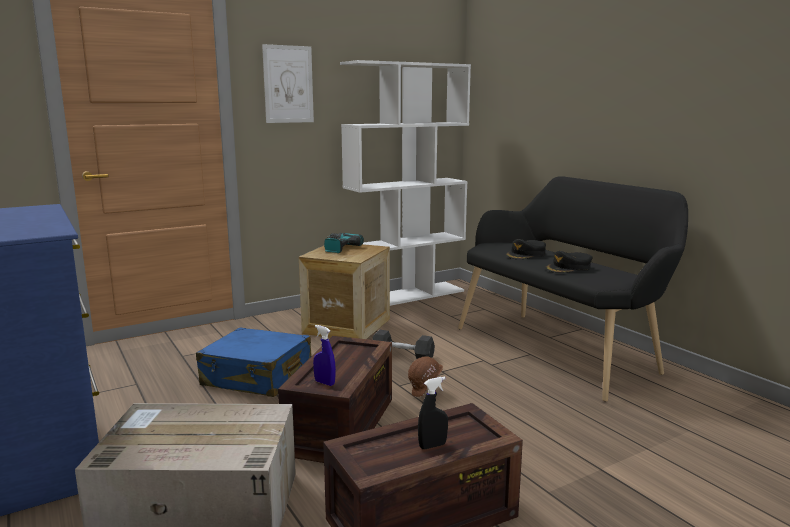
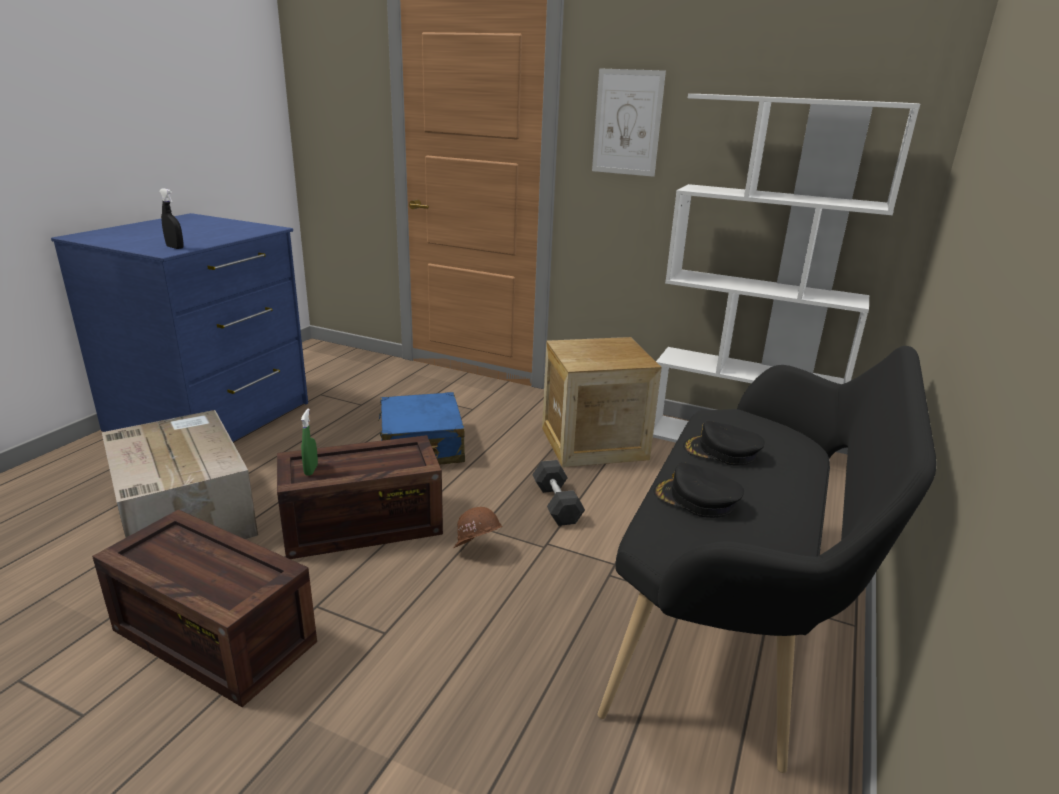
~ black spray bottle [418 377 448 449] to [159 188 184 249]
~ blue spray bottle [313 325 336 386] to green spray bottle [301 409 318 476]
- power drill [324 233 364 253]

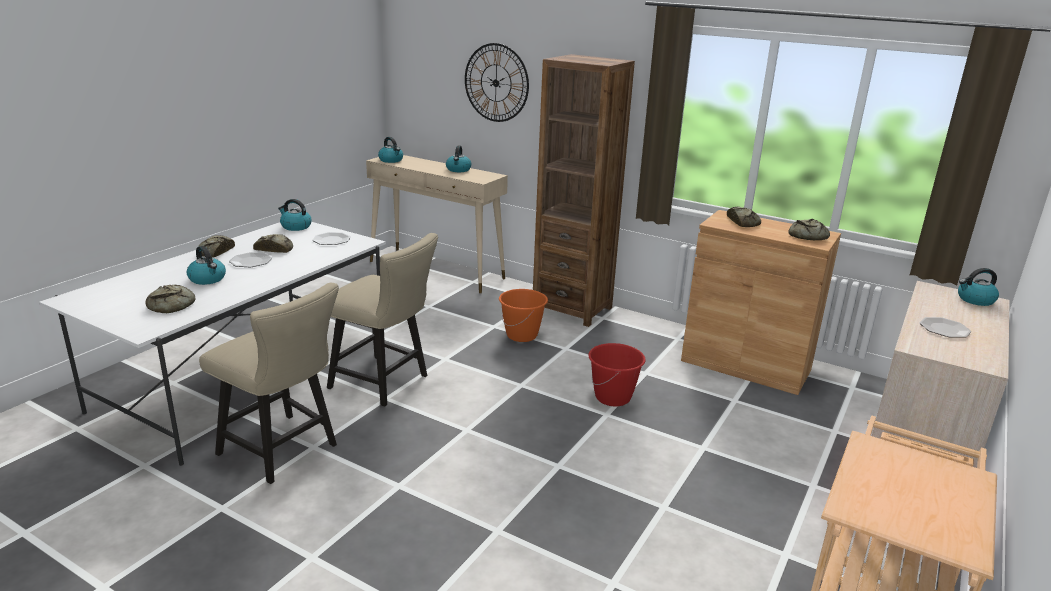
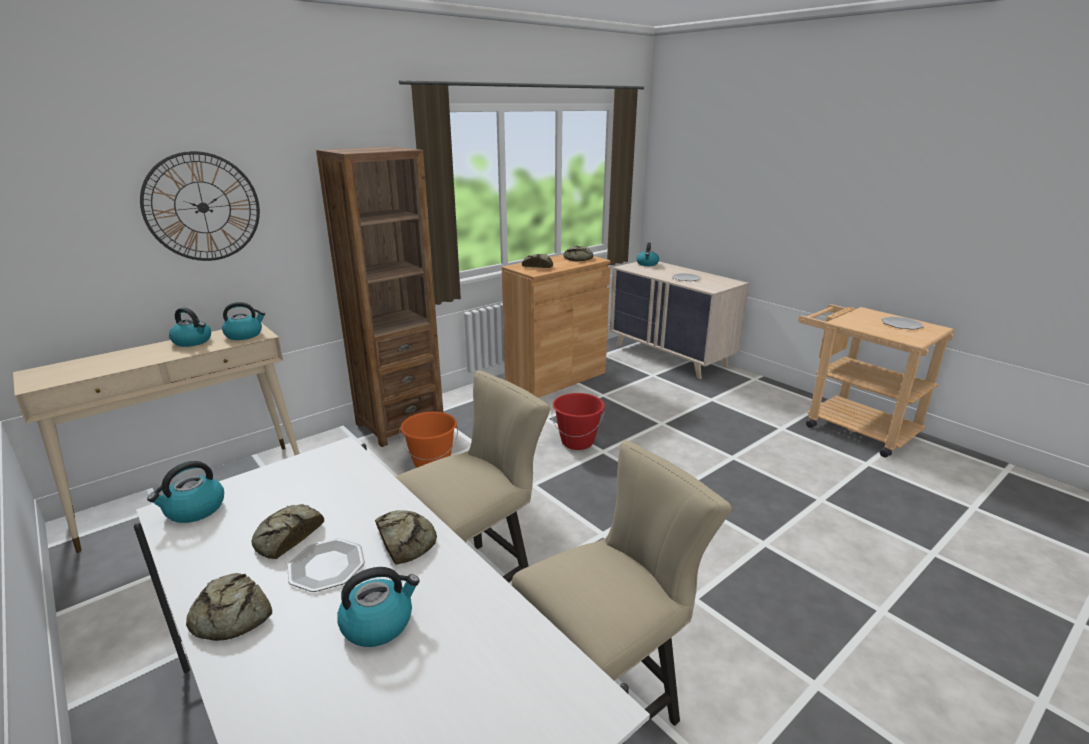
~ kettle [378 137 403 163] to [222 302 265 340]
~ bread [145 285 196 313] to [375 510 437 565]
~ plate [312 232 351 245] to [882 316 923 330]

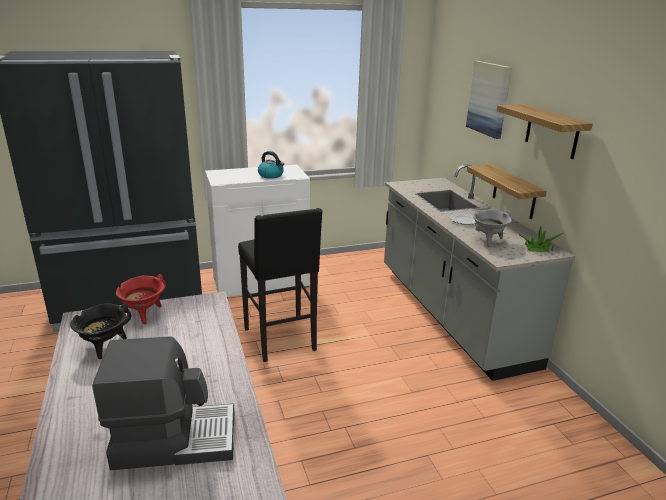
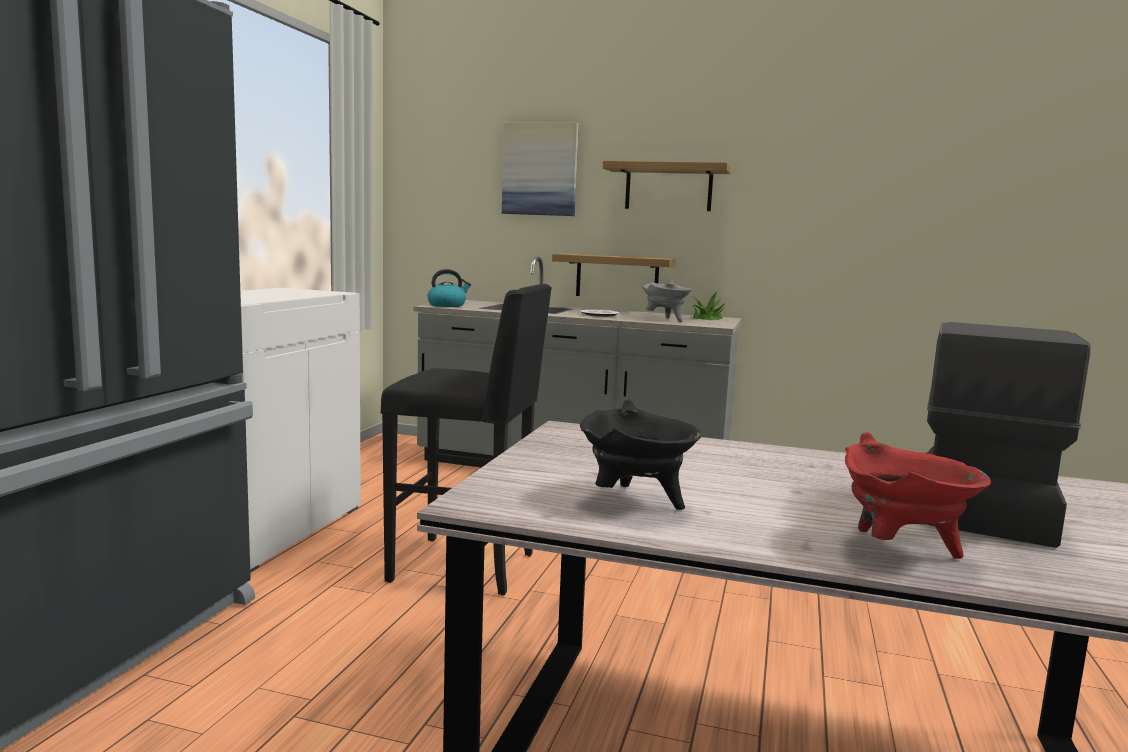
~ kettle [258 151 284 179] to [427 269 471 307]
~ red cooking pot [116 274 166 324] to [845 432 991 559]

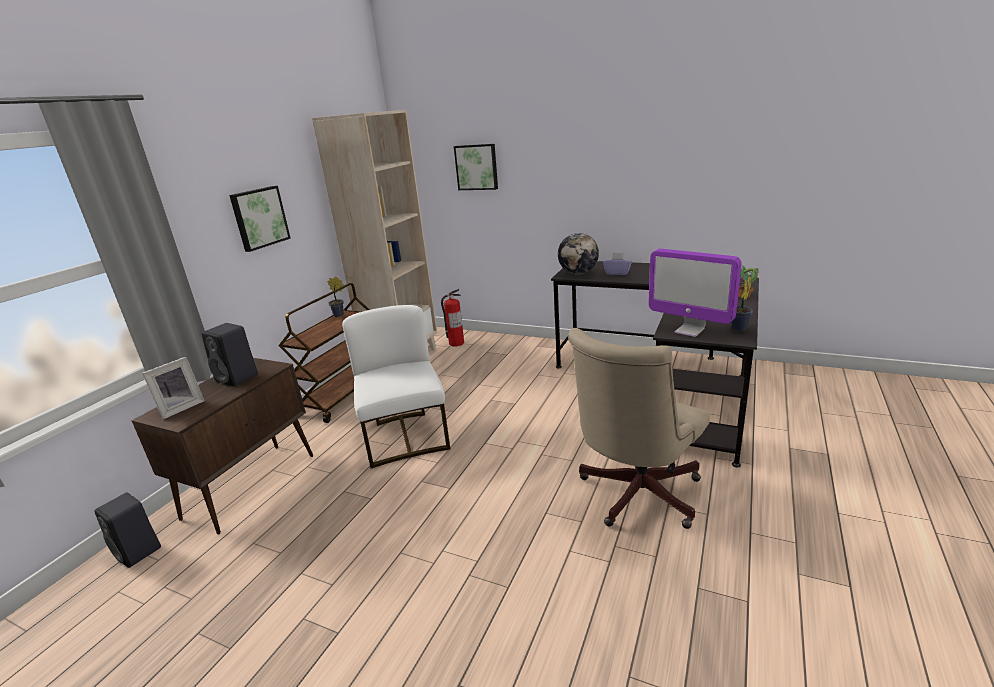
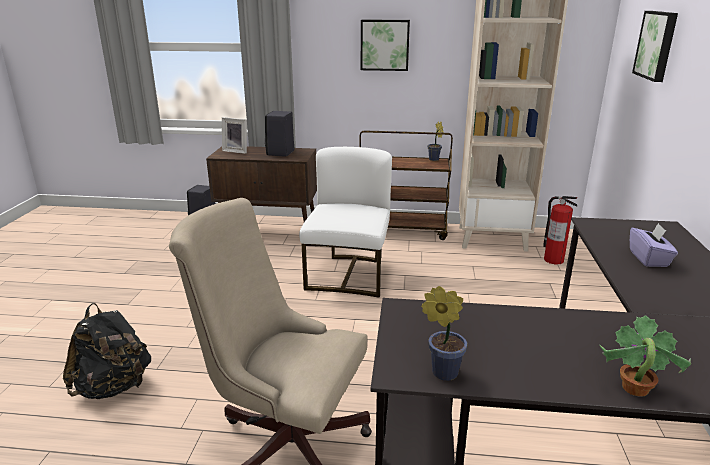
+ black backpack [63 303 151 399]
~ white chair [342 305 450 468] = [299 147 392 298] 45 degrees counterclockwise
- globe [558 233 599 274]
- monitor [649 249 742 337]

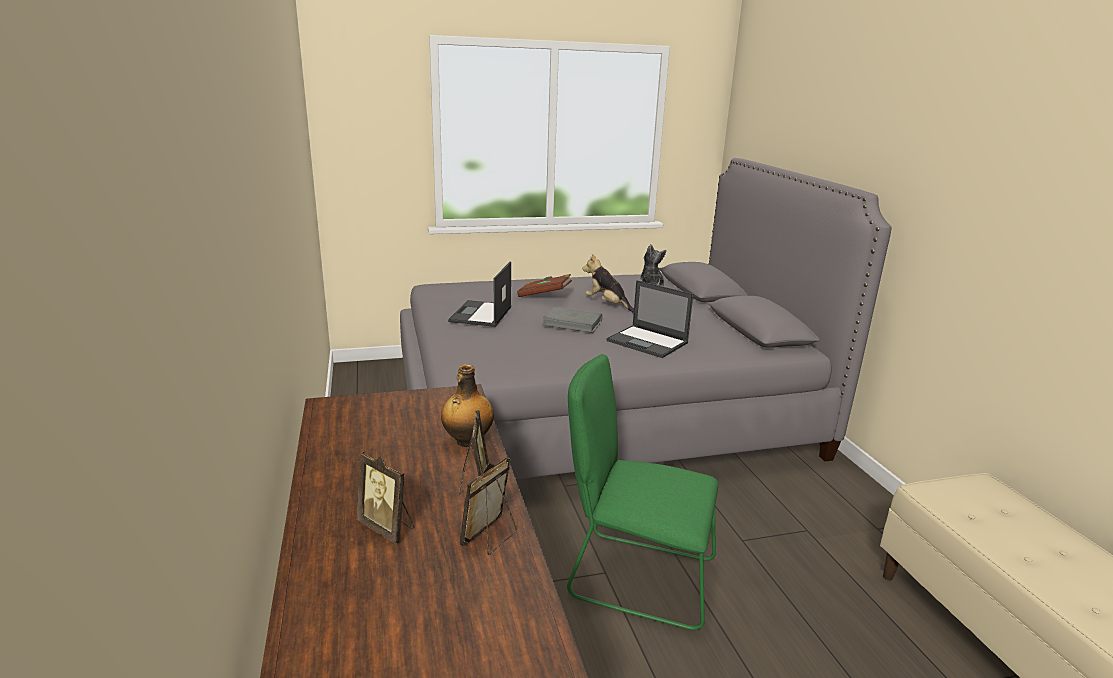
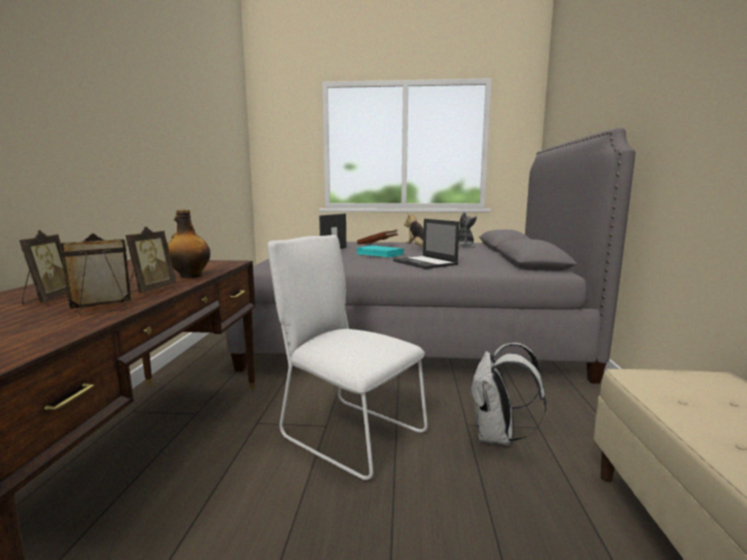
~ picture frame [357 452 414 544] = [19 230 67 304] 150 degrees counterclockwise
~ green chair [567 354 719 630] to white chair [267 235 428 480]
~ grey book [542 307 602 333] to turquoise book [357 245 404 258]
+ white backpack [470 343 546 446]

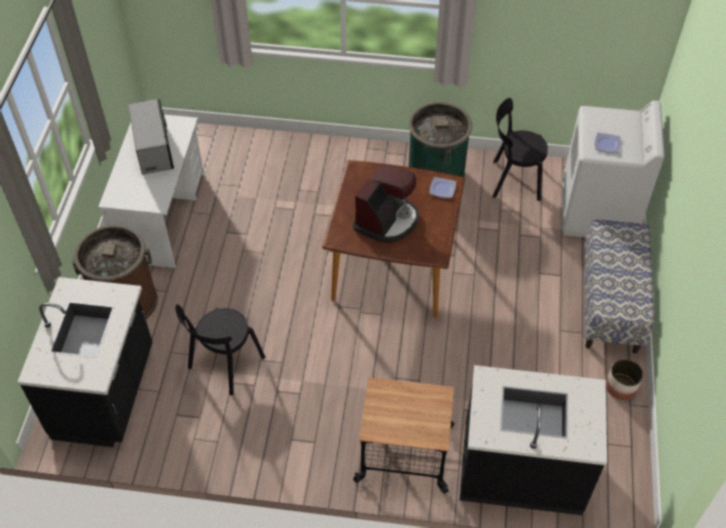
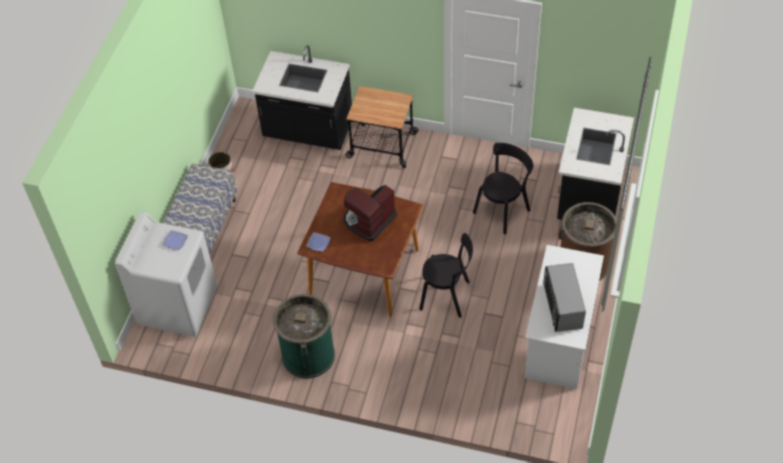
~ black chair [492 98 548 201] to [419 233 473 318]

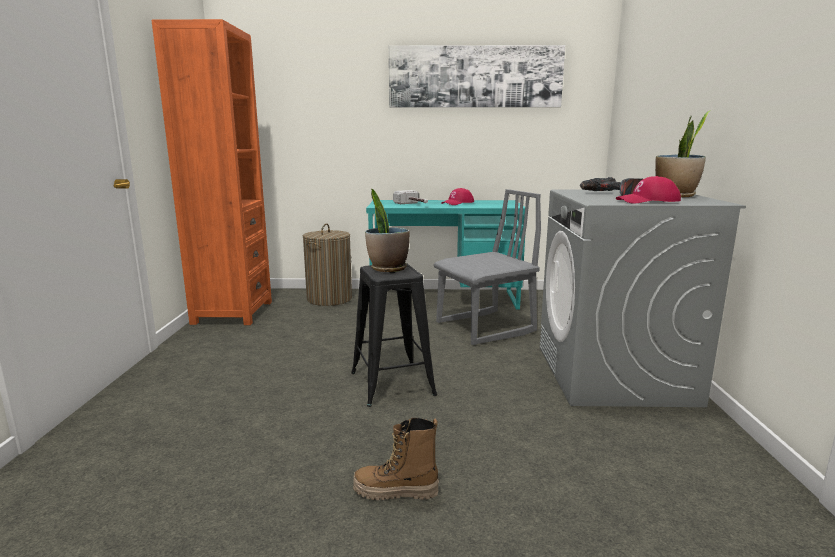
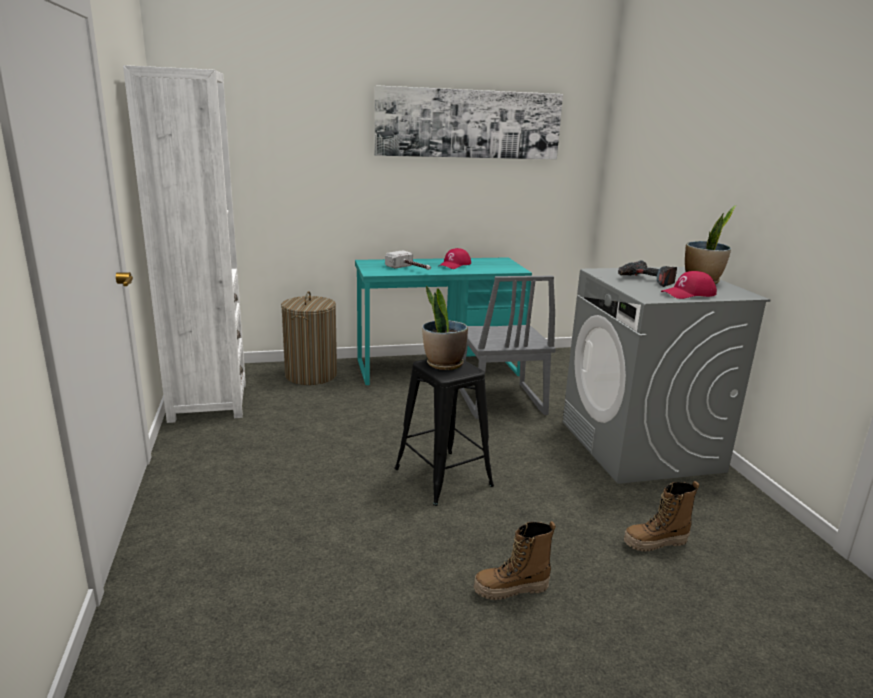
~ orange bookcase [152 19 272 325] to white bookcase [123 65 246 423]
~ grey chair [434 189 541 345] = [459 275 556 419] 120 degrees clockwise
+ boot [624 481 699 552]

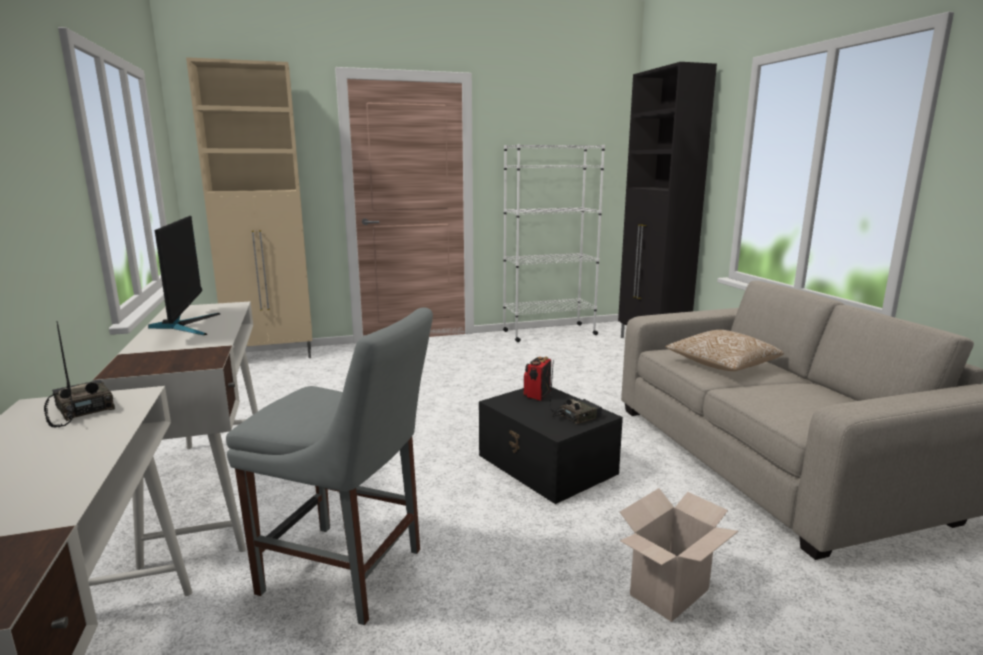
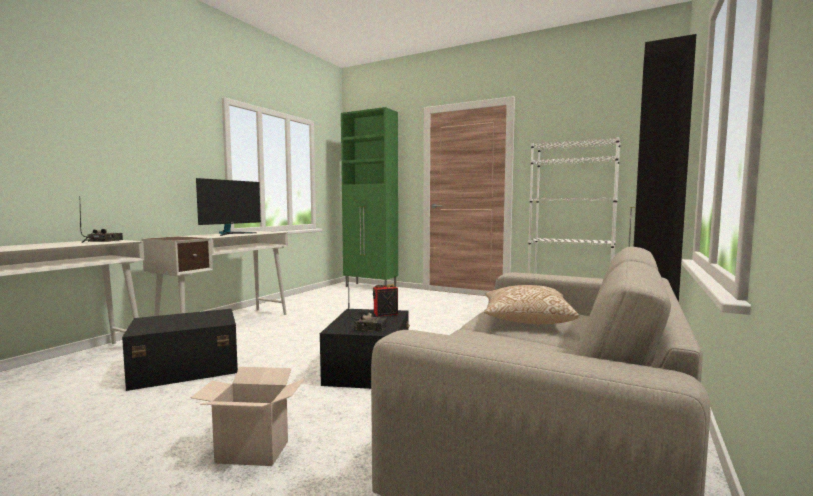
~ grey chair [226 307 433 625] to black storage box [122 309 238 391]
~ beige cabinet [186 57 312 358] to green cabinet [341 107 398 287]

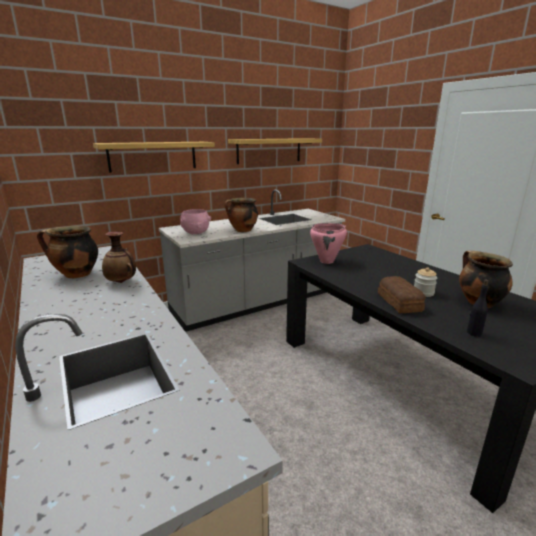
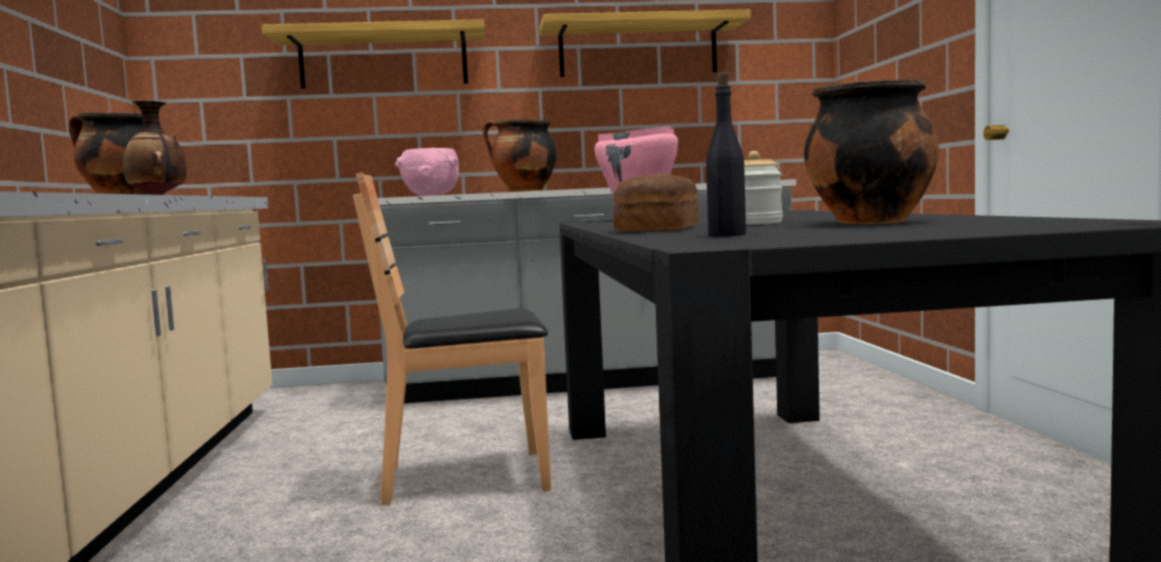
+ brown chair [353 172 551 505]

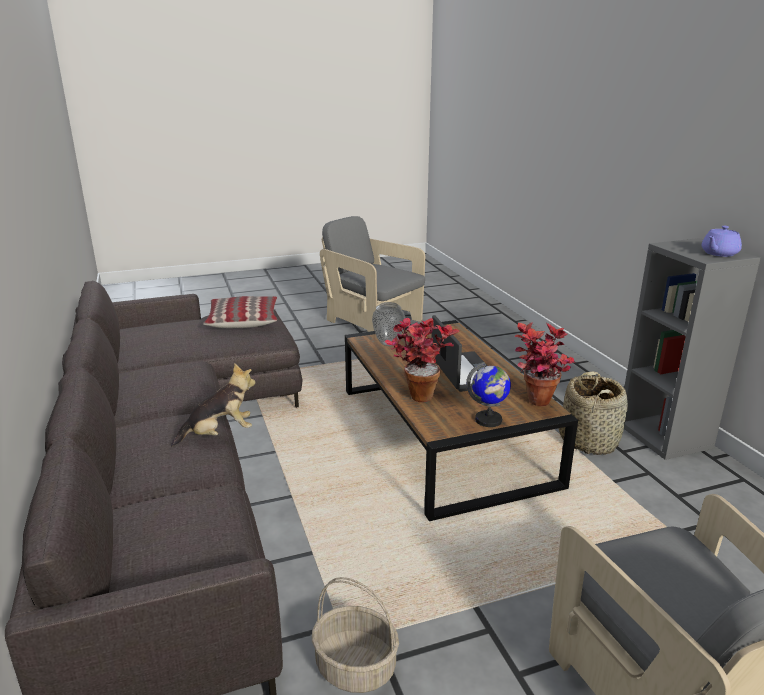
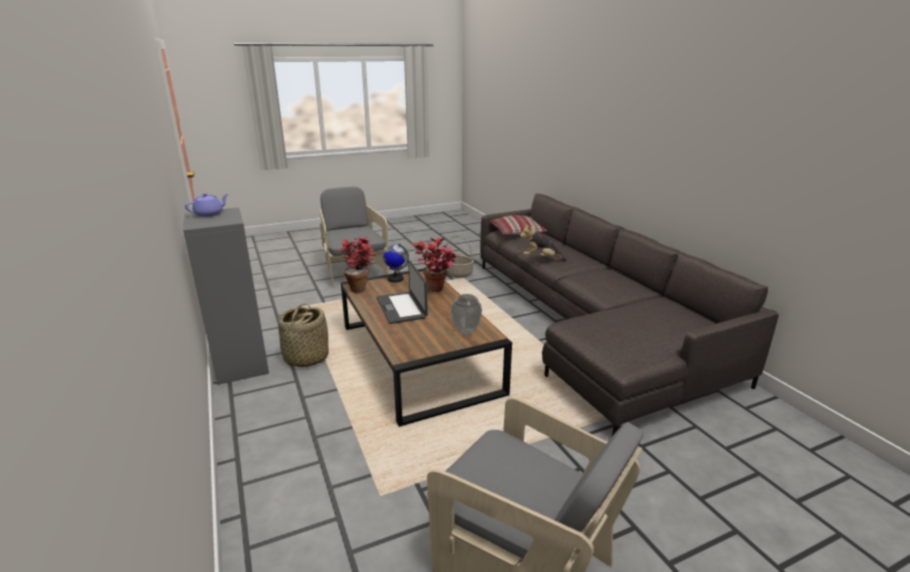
~ pillow [203 296 277 328] to [490 215 547 234]
~ plush toy [171 363 256 447] = [520 224 567 261] 45 degrees clockwise

